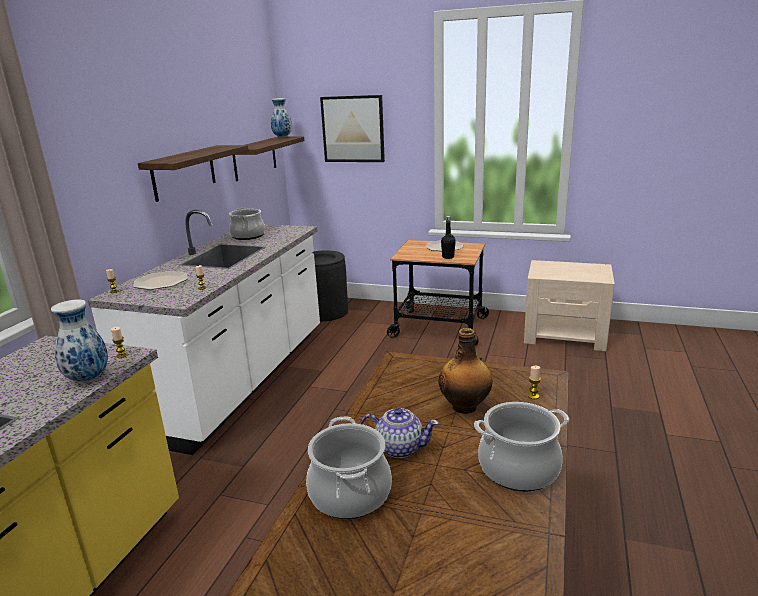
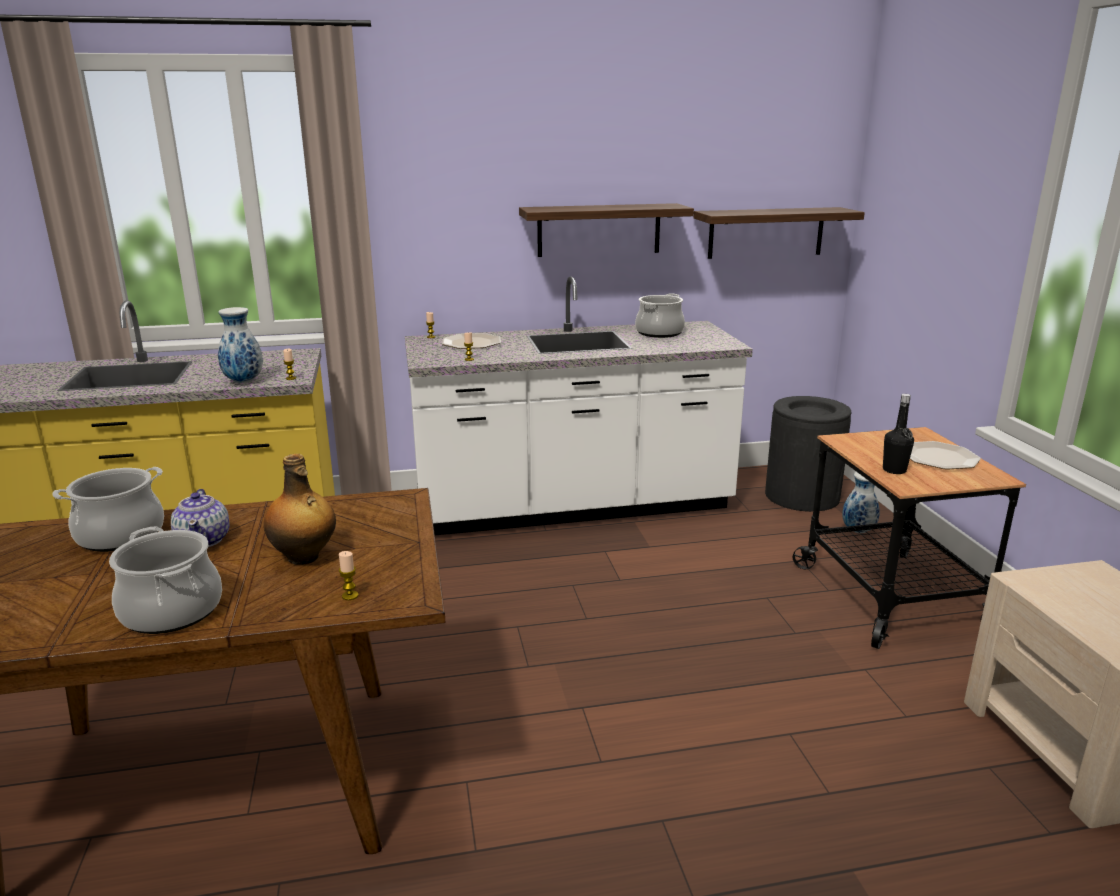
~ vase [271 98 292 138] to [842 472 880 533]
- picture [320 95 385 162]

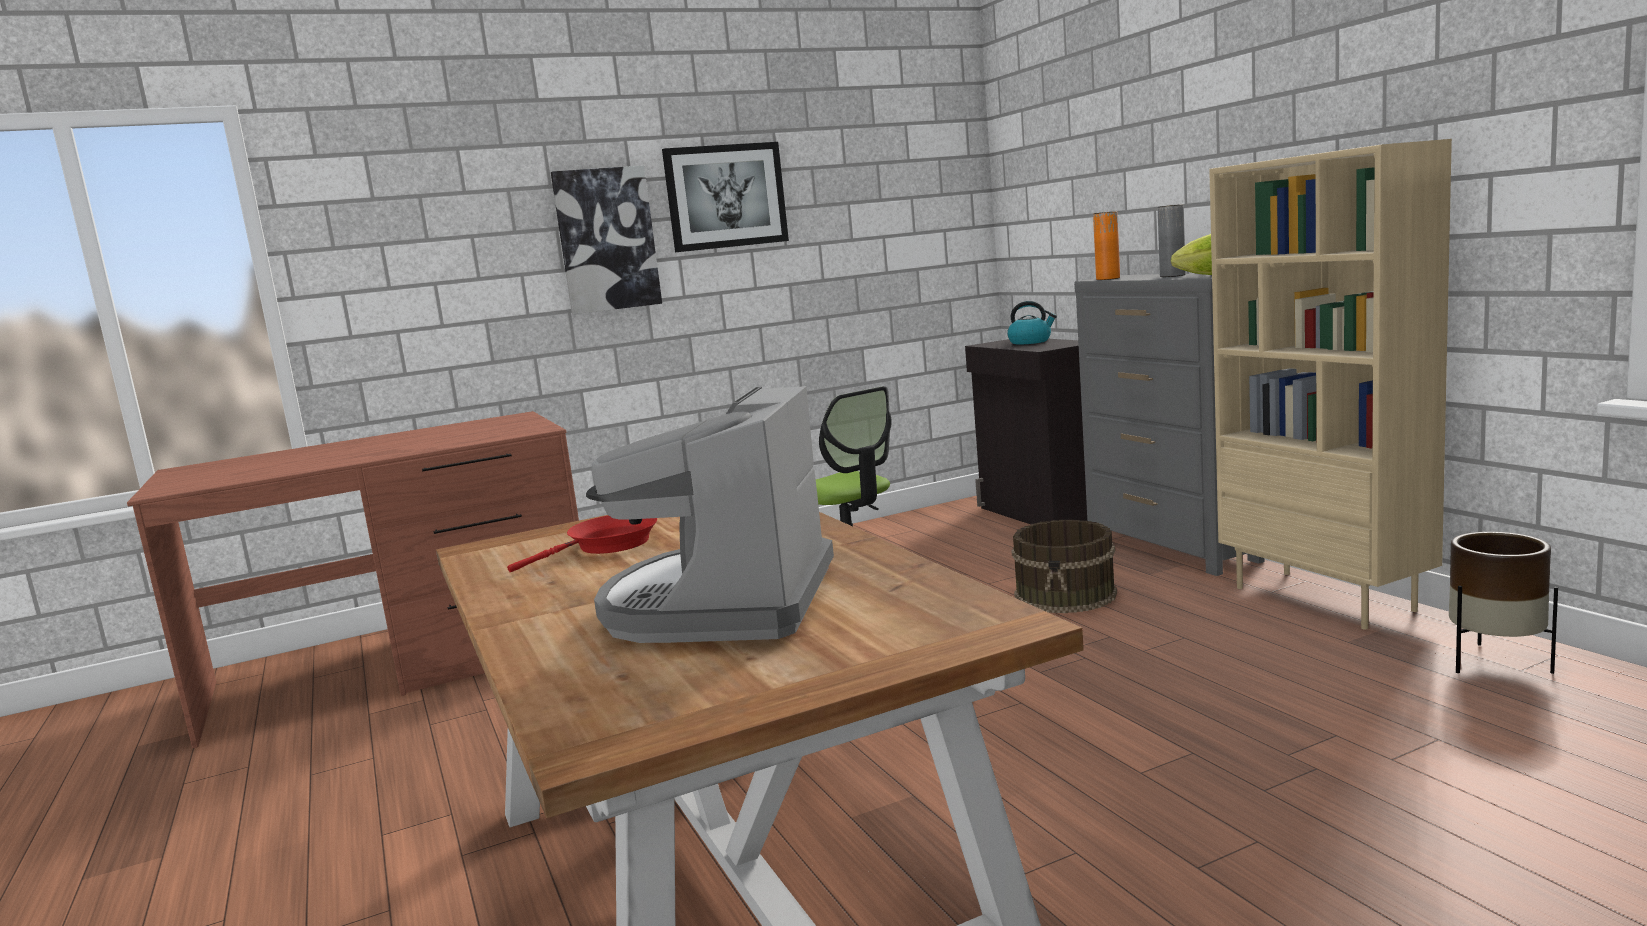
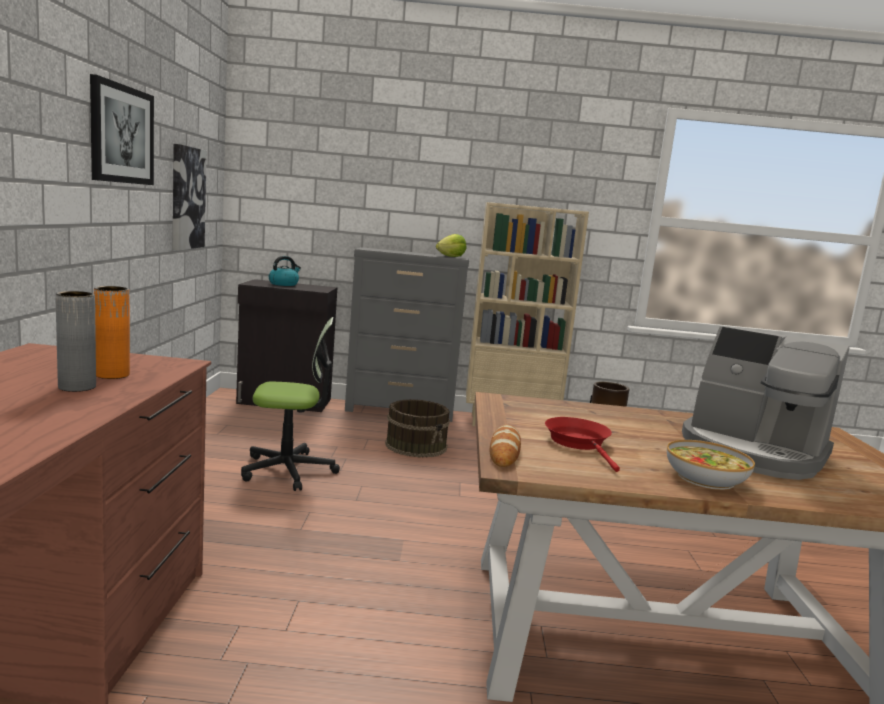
~ grey vase [1158 204 1186 277] to [55 291 96 392]
~ orange vase [1093 211 1120 280] to [94 286 130 379]
~ picture [551 165 662 314] to [173 144 206 250]
+ bread [490 425 521 467]
+ bowl [667 440 755 490]

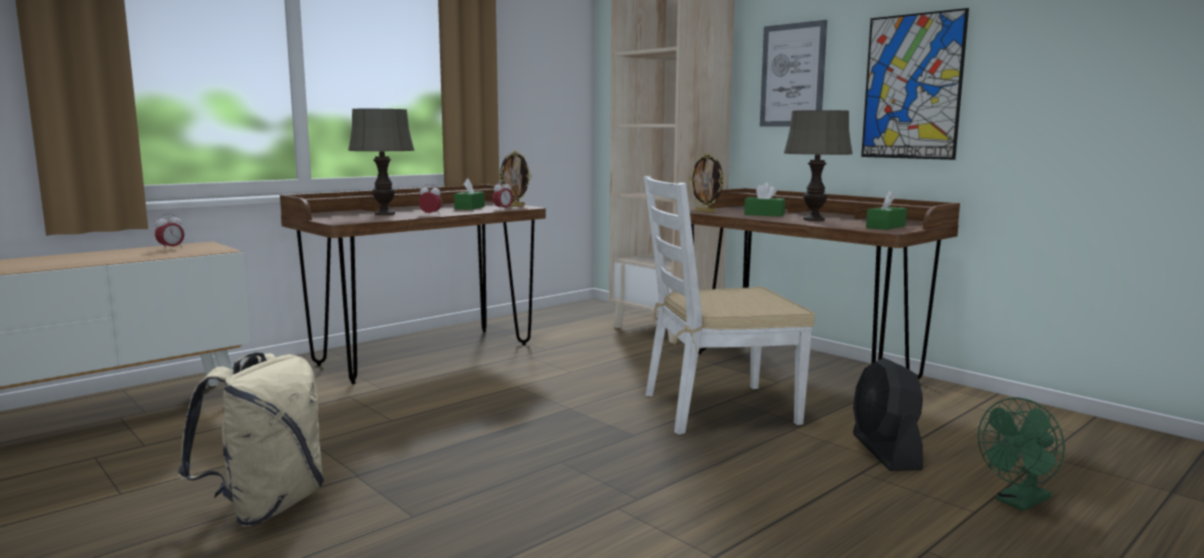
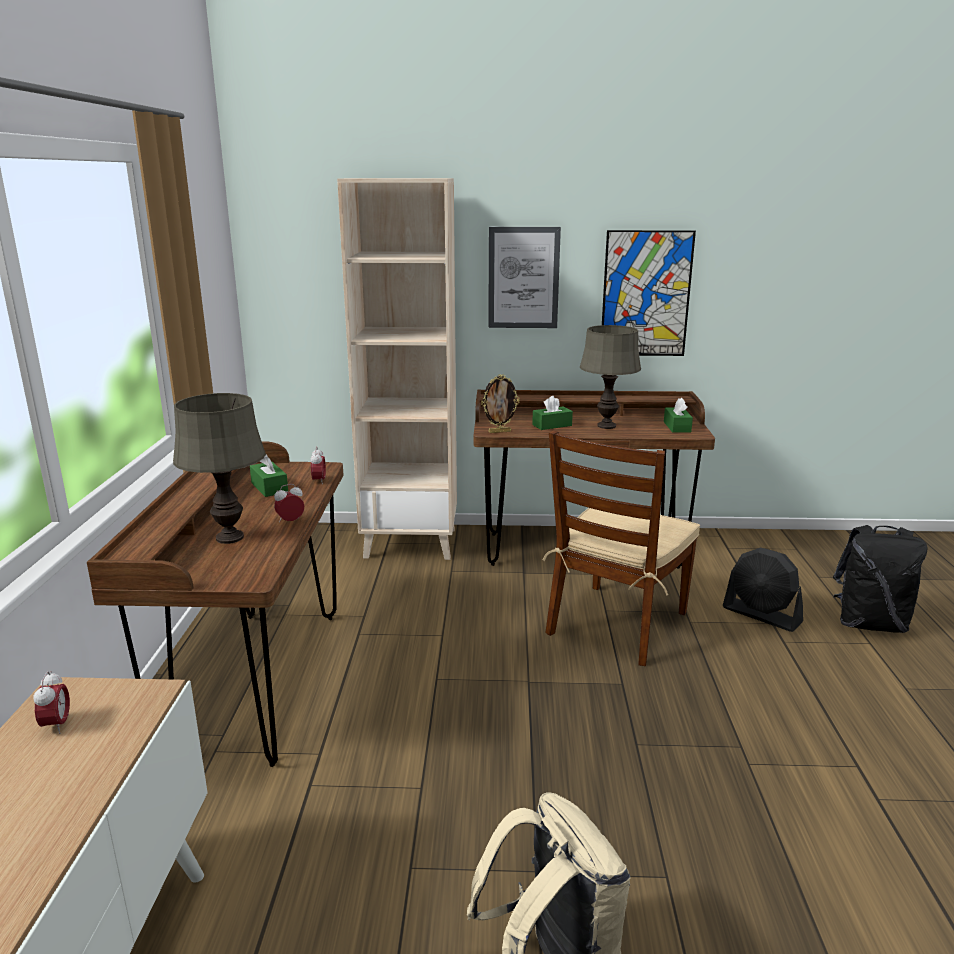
~ white chair [644 176 815 435] to brown chair [543 430 700 666]
~ green fan [978 398 1065 511] to black backpack [833 525 927 633]
- picture frame [499 151 532 207]

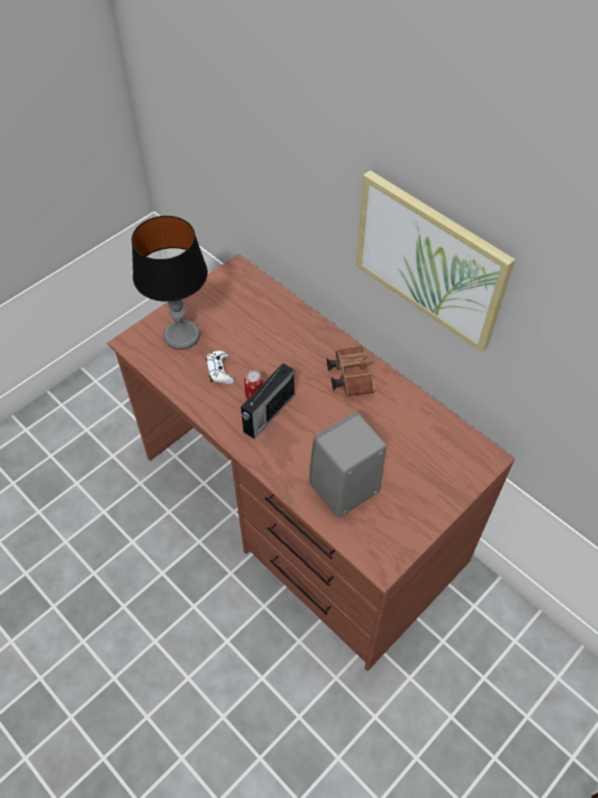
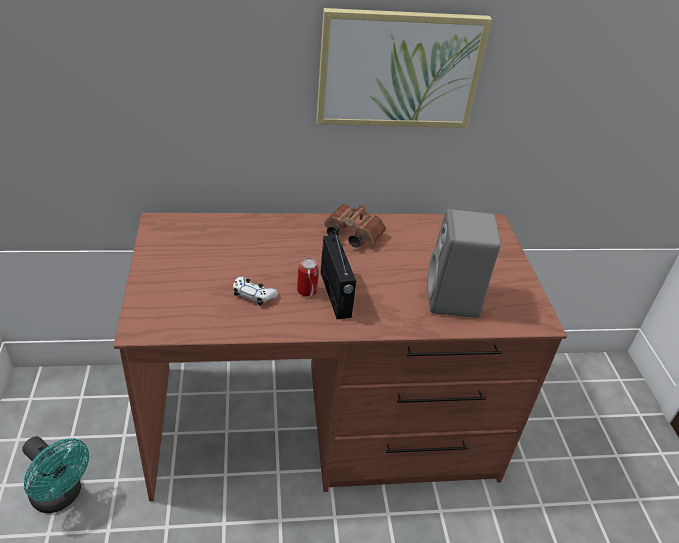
+ turquoise fan [22 436 89 513]
- table lamp [131 216 208 350]

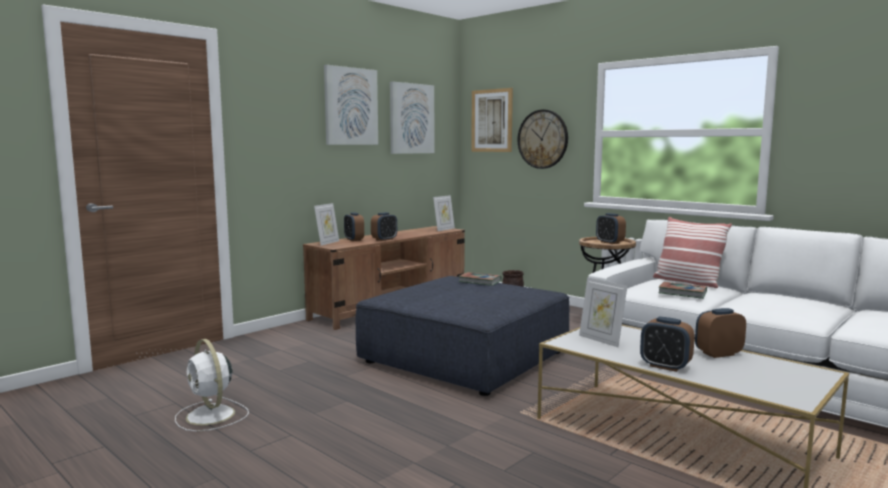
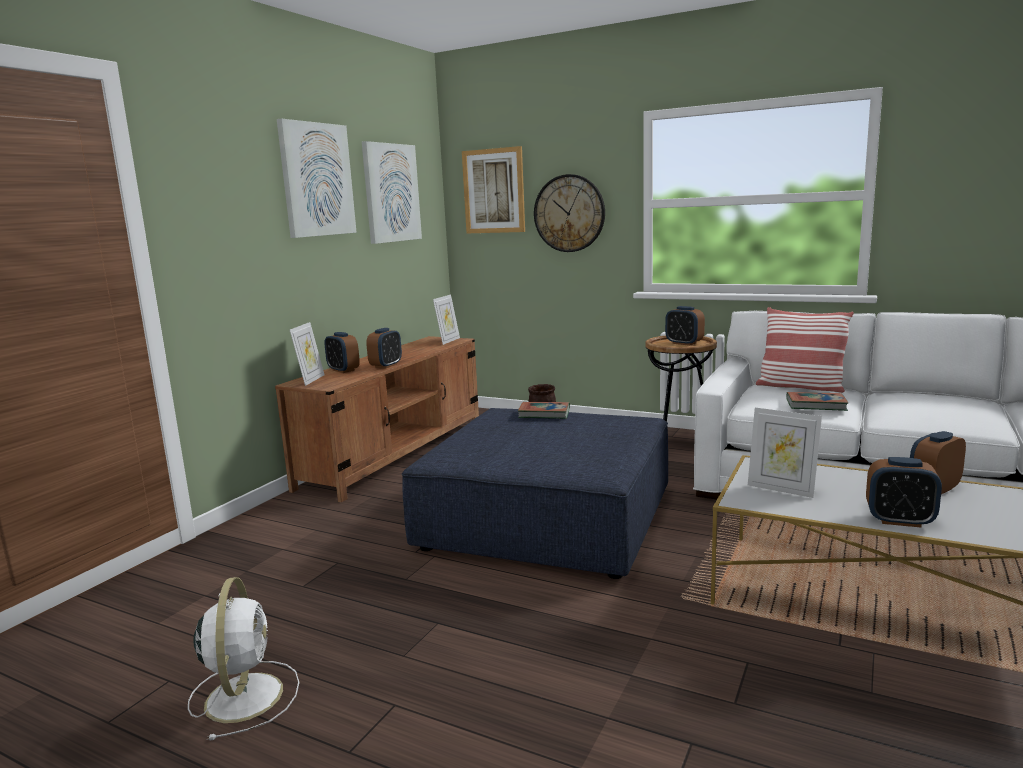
~ white fan [175 339 249 432] = [188 577 299 740] 135 degrees counterclockwise

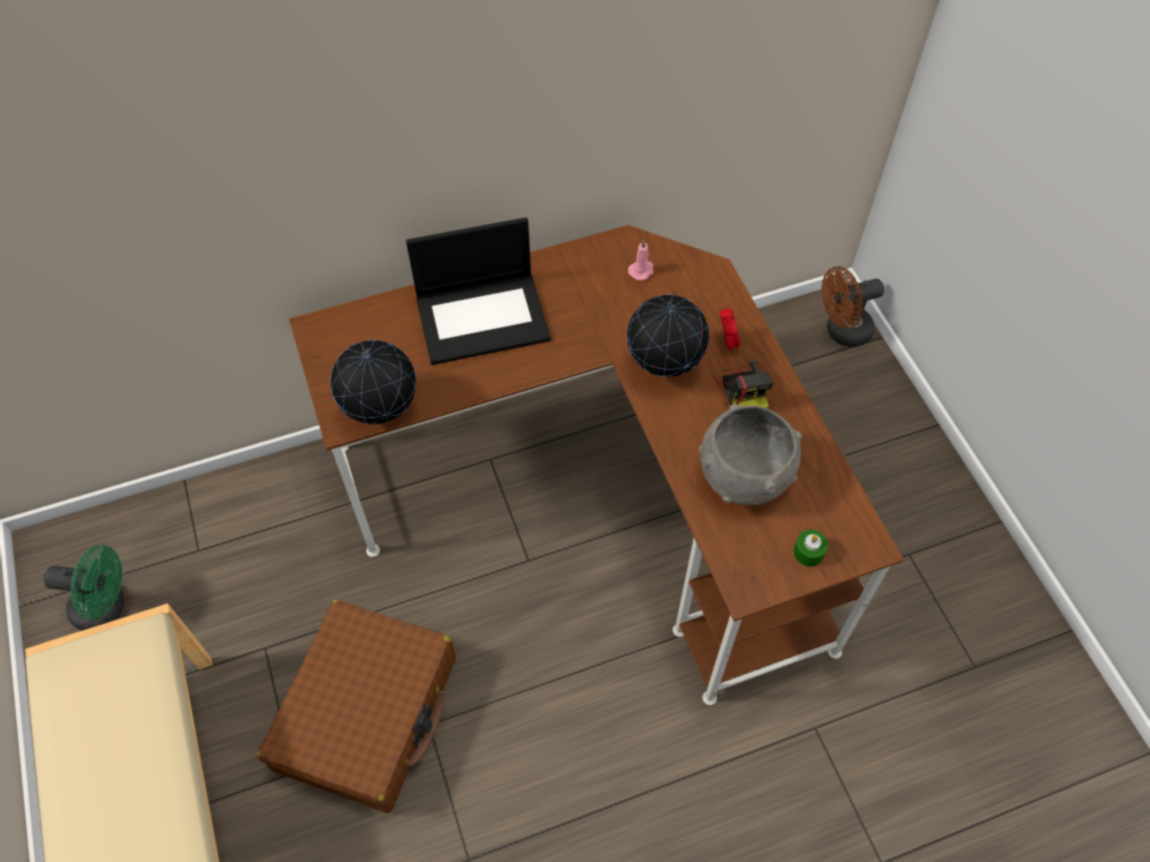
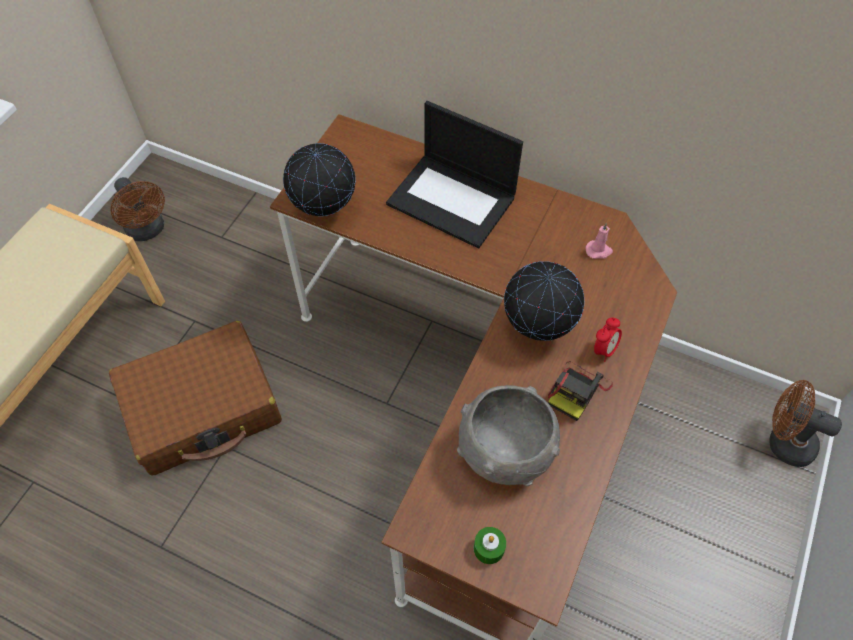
~ green fan [43 545 124 631] to brown fan [110 177 165 241]

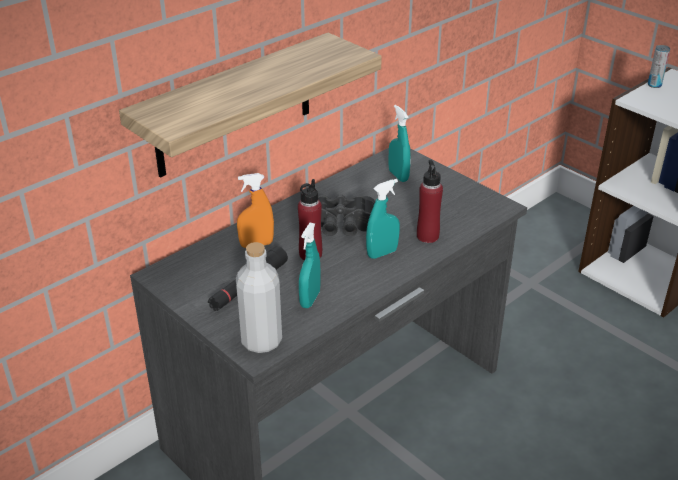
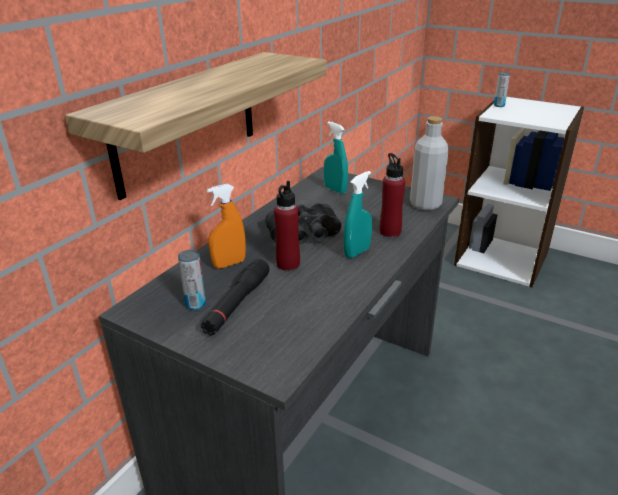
+ can [178 250 206 311]
~ grey bottle [236 242 282 353] to [410 116 449 210]
- turquoise spray bottle [299 223 321 308]

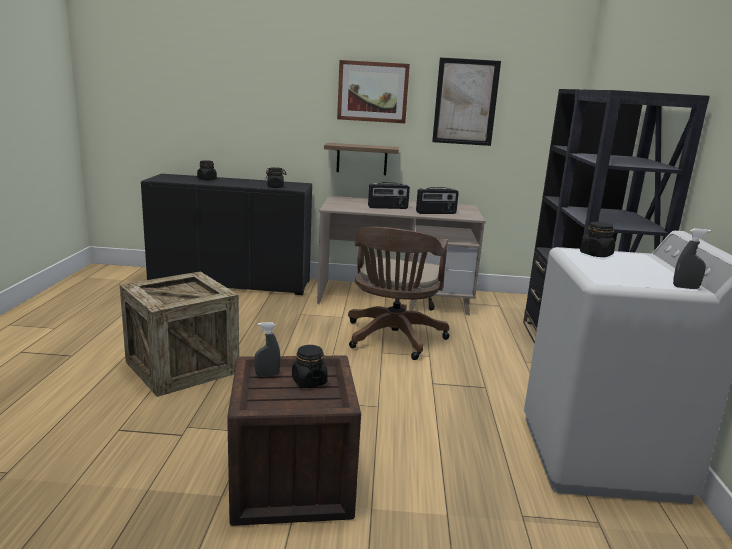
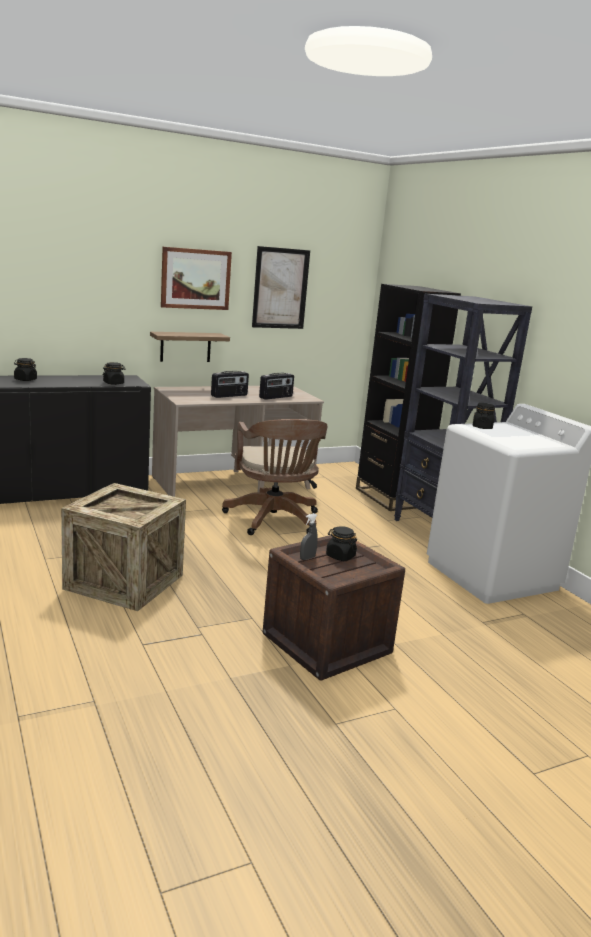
- grey spray bottle [673 228 711 289]

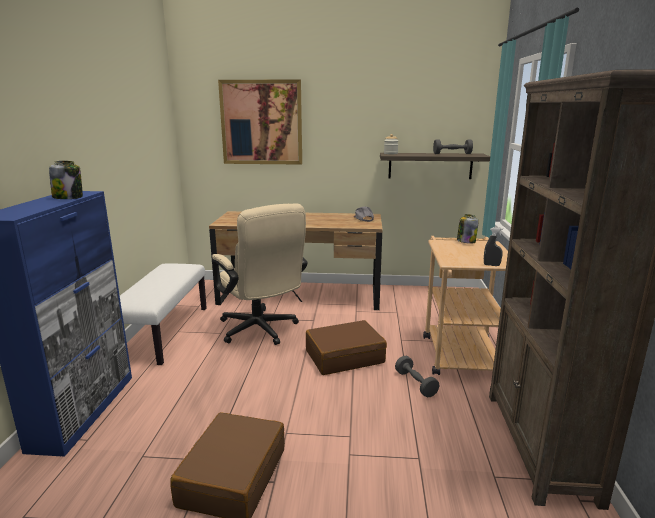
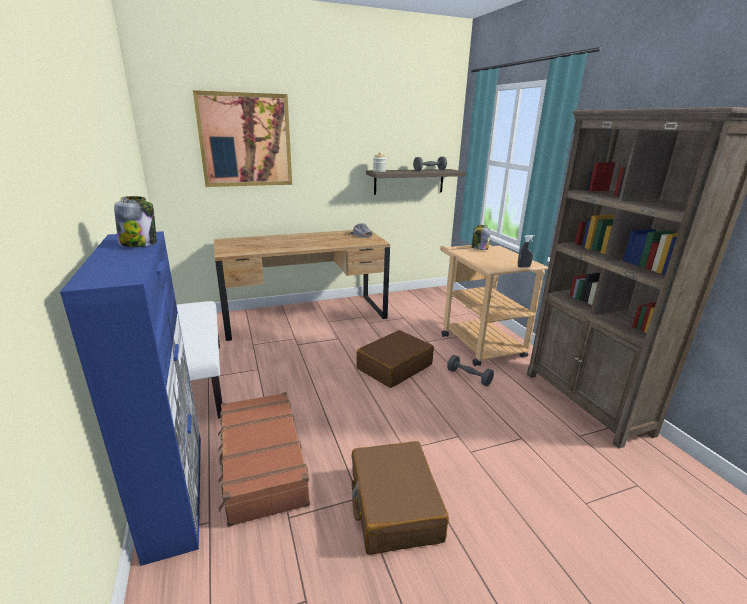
+ brown suitcase [218 392 310 527]
- beige office chair [212 203 307 345]

